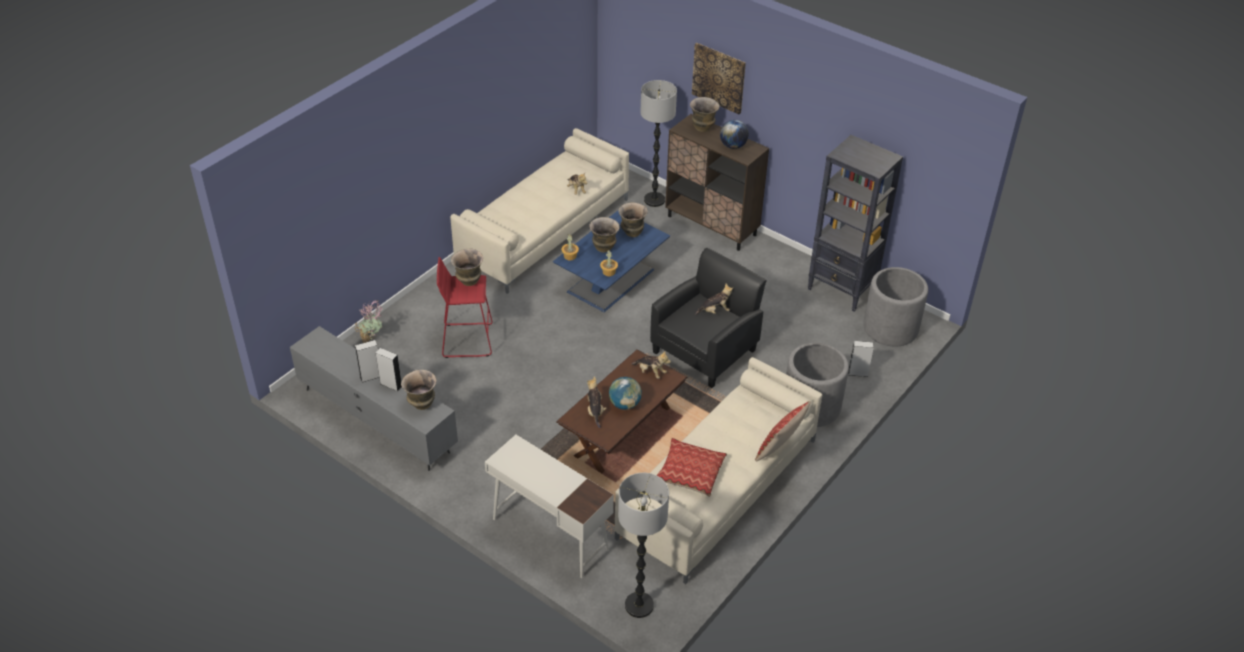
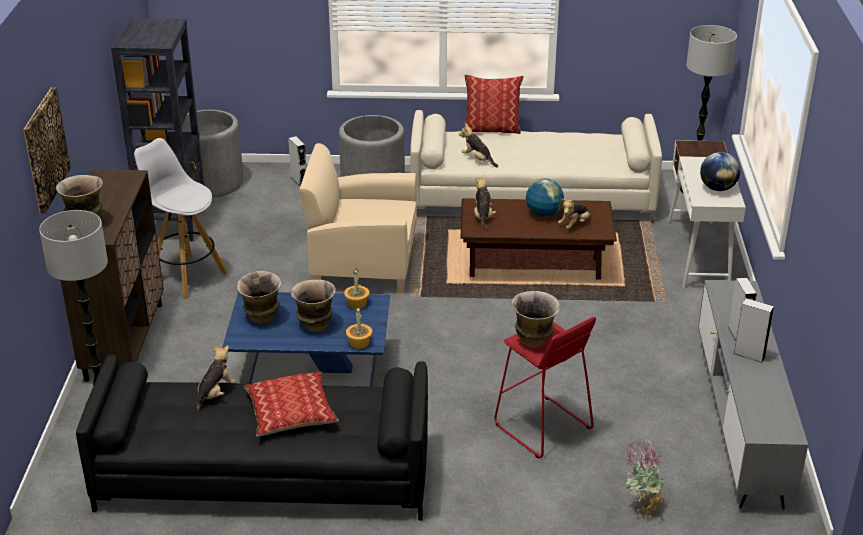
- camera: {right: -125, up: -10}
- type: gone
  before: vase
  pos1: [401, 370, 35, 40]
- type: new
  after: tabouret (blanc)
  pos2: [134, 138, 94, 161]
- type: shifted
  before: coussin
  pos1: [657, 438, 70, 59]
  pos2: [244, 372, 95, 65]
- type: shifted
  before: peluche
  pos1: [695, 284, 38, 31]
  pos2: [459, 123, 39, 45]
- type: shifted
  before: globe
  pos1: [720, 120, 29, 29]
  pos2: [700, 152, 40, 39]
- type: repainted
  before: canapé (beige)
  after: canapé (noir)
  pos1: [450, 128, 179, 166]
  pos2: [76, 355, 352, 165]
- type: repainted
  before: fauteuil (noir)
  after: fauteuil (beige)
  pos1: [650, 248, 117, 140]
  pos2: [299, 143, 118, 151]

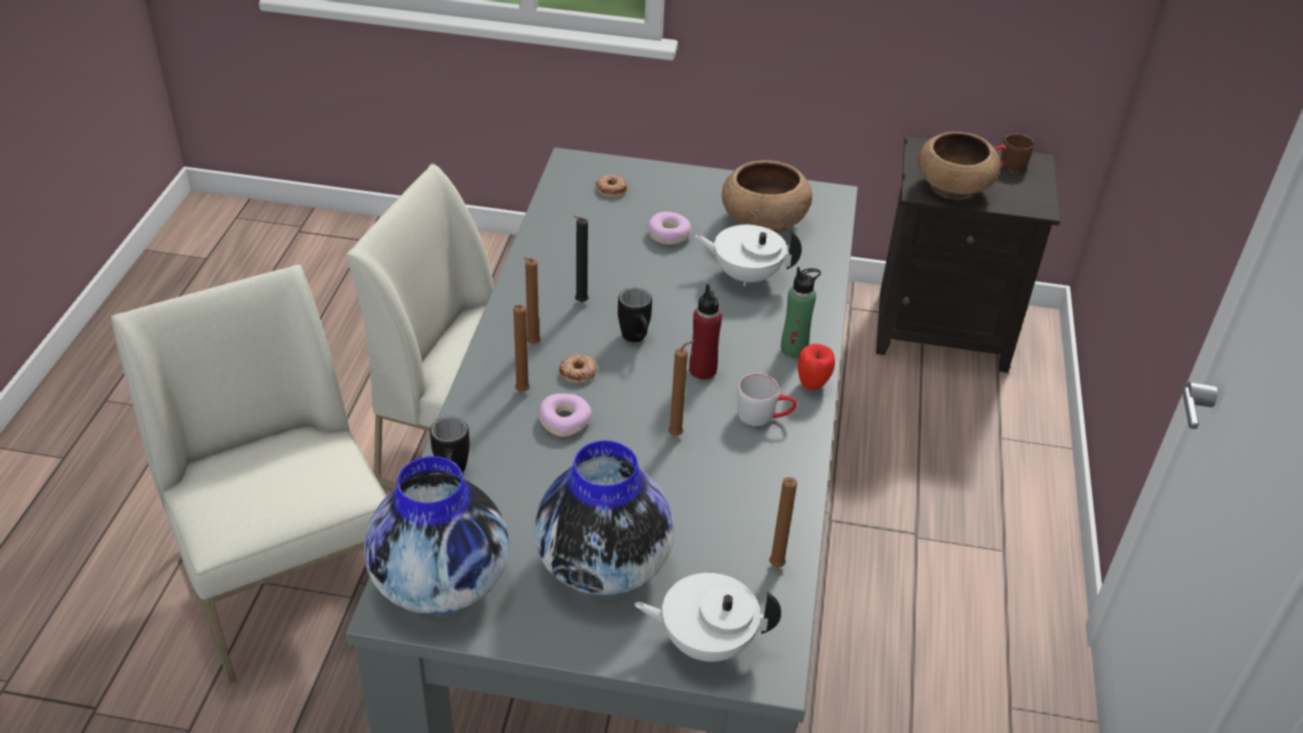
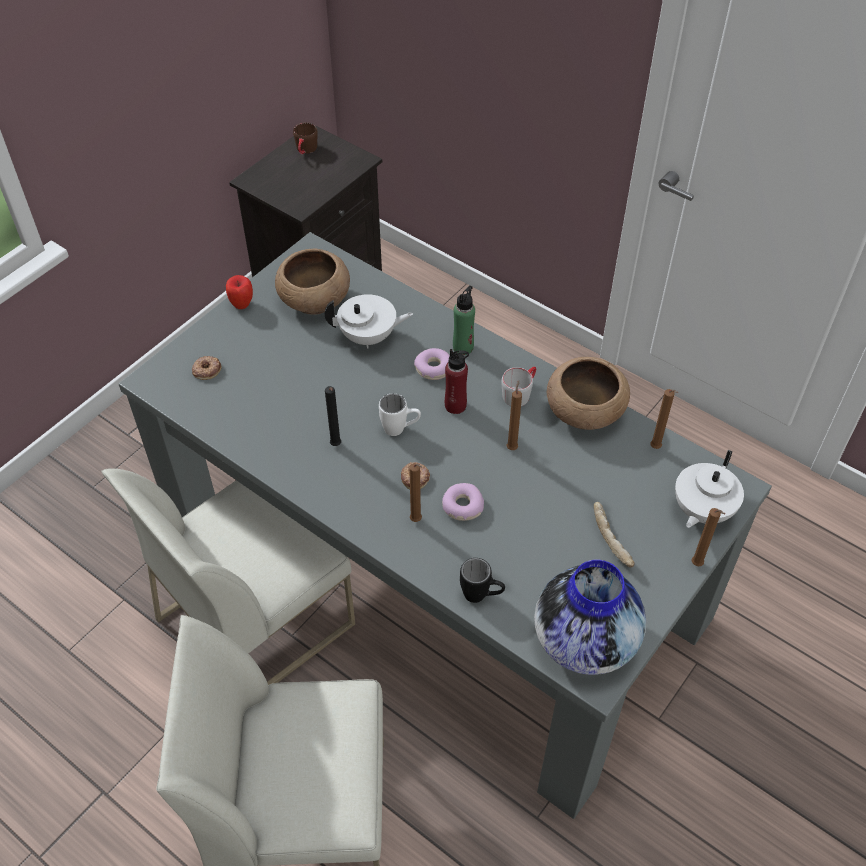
- camera: {right: -60, up: 10}
- type: shifted
  before: bougie (marron)
  pos1: [524, 258, 16, 86]
  pos2: [691, 508, 34, 58]
- type: shifted
  before: beignet
  pos1: [647, 212, 44, 33]
  pos2: [414, 348, 36, 32]
- type: shifted
  before: pomme
  pos1: [798, 344, 37, 46]
  pos2: [226, 275, 27, 34]
- type: shifted
  before: bol (marron)
  pos1: [918, 132, 83, 68]
  pos2: [547, 357, 83, 73]
- type: swapped
  before: vase
  after: pain
  pos1: [534, 440, 140, 155]
  pos2: [594, 502, 41, 66]
- type: repainted
  before: mug (noir)
  after: mug (blanc)
  pos1: [618, 288, 34, 54]
  pos2: [379, 393, 42, 43]
- type: rotated
  before: théière (blanc)
  pos1: [695, 225, 107, 61]
  pos2: [325, 294, 88, 54]
  turn: -135

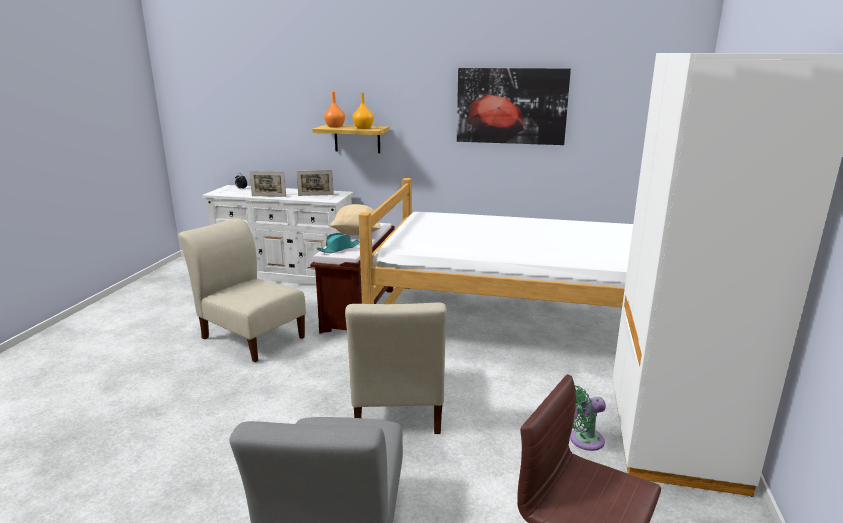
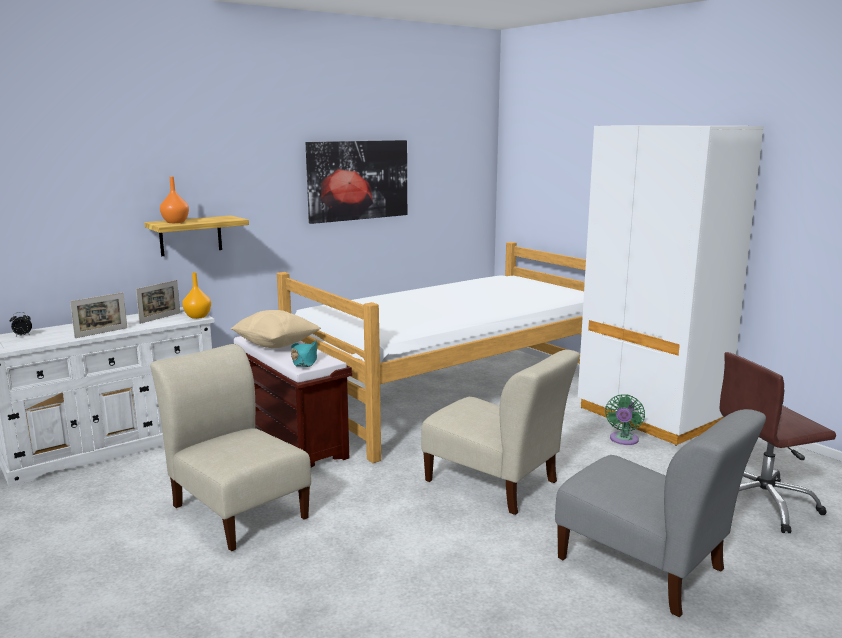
- camera: {right: -50, up: -5}
- type: shifted
  before: vase (orange)
  pos1: [353, 93, 21, 36]
  pos2: [182, 272, 29, 47]
- type: rotated
  before: chaise (beige)
  pos1: [178, 218, 128, 144]
  pos2: [150, 344, 161, 207]
  turn: 60

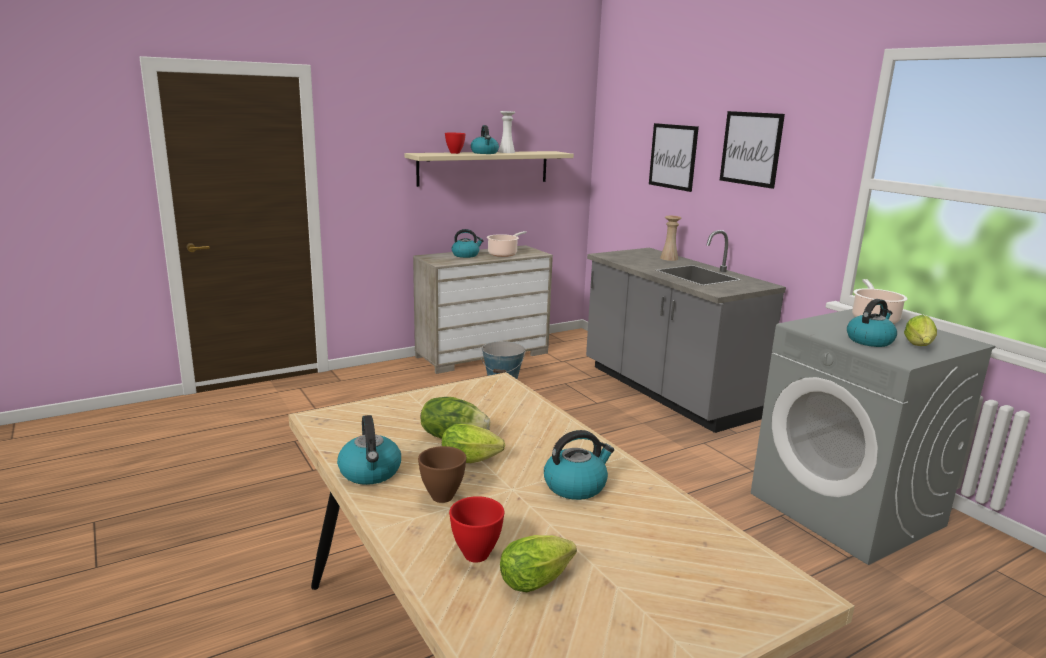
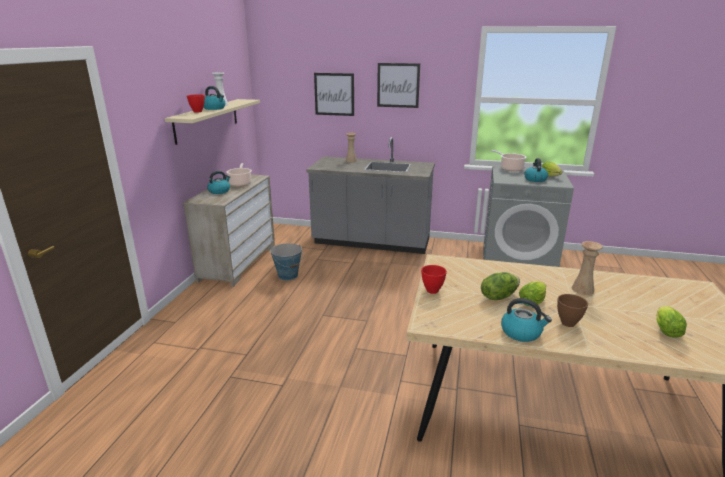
- camera: {right: -45, up: 5}
- type: shifted
  before: bol (rouge)
  pos1: [449, 496, 56, 67]
  pos2: [421, 265, 26, 29]
- type: swapped
  before: bouilloire
  after: vase (beige)
  pos1: [544, 430, 70, 70]
  pos2: [572, 241, 31, 54]

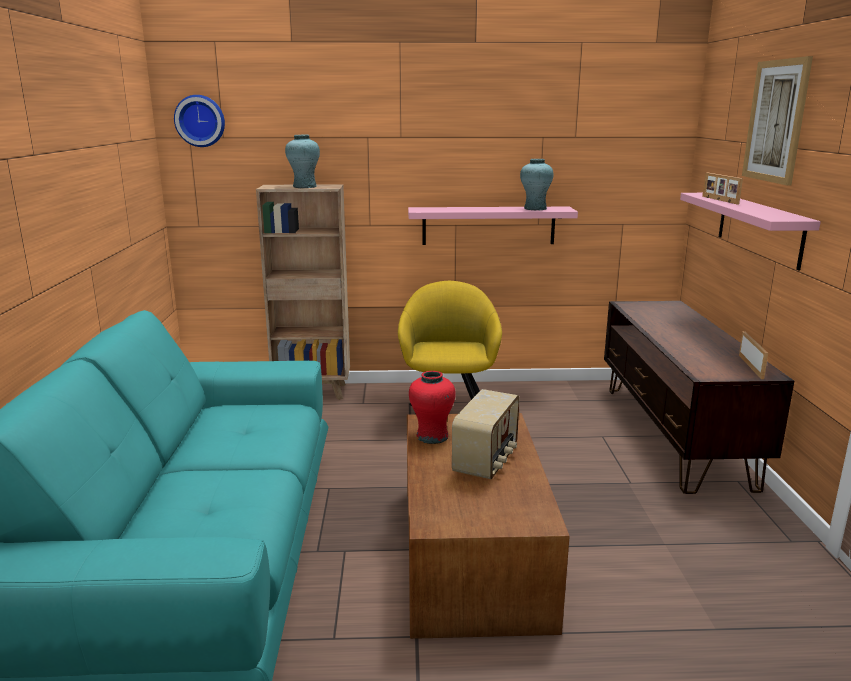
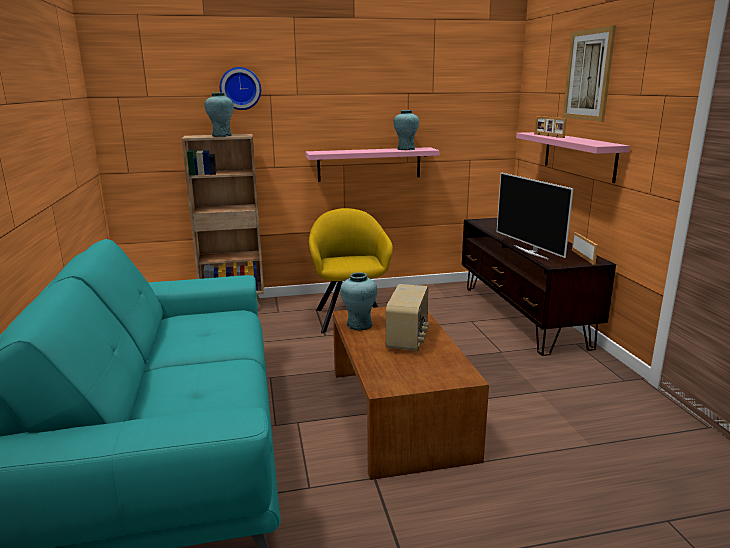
- camera: {right: -10, up: 0}
- type: new
  after: téléviseur
  pos2: [497, 172, 77, 88]
- type: shifted
  before: horloge murale
  pos1: [174, 95, 51, 52]
  pos2: [220, 67, 41, 43]
- type: repainted
  before: vase (rouge)
  after: vase (turquoise)
  pos1: [409, 371, 47, 73]
  pos2: [340, 273, 37, 58]

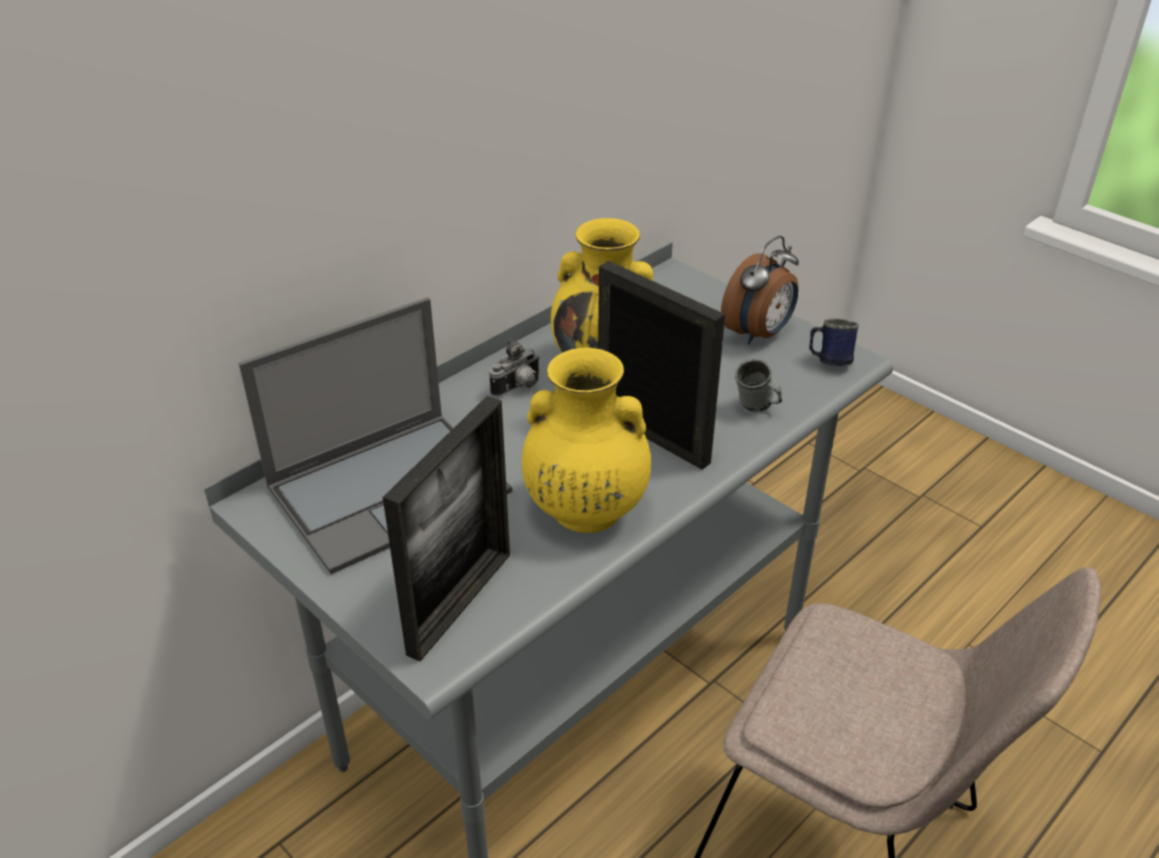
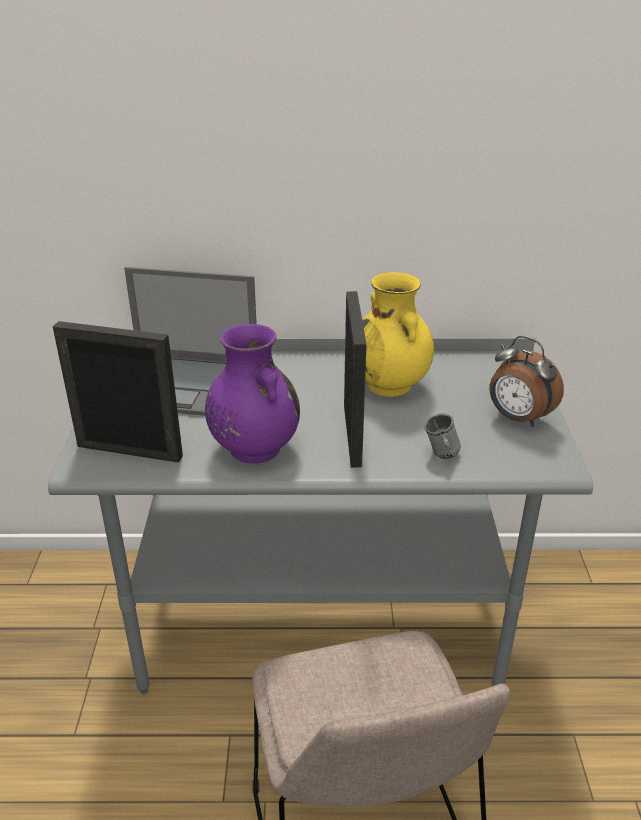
- camera: {right: 45, up: -5}
- type: gone
  before: appareil photo
  pos1: [489, 339, 51, 58]
- type: gone
  before: mug (bleu)
  pos1: [809, 319, 50, 47]
- type: repainted
  before: vase (jaune)
  after: vase (violet)
  pos1: [521, 347, 130, 186]
  pos2: [205, 324, 95, 139]
- type: rotated
  before: cadre photo
  pos1: [383, 396, 127, 266]
  pos2: [53, 321, 130, 142]
  turn: -150
- type: rotated
  before: réveil
  pos1: [721, 236, 78, 108]
  pos2: [490, 336, 74, 91]
  turn: 45

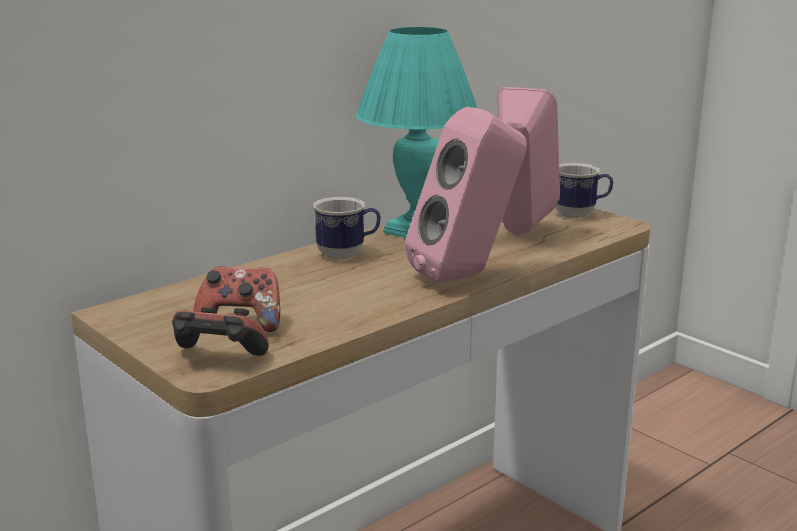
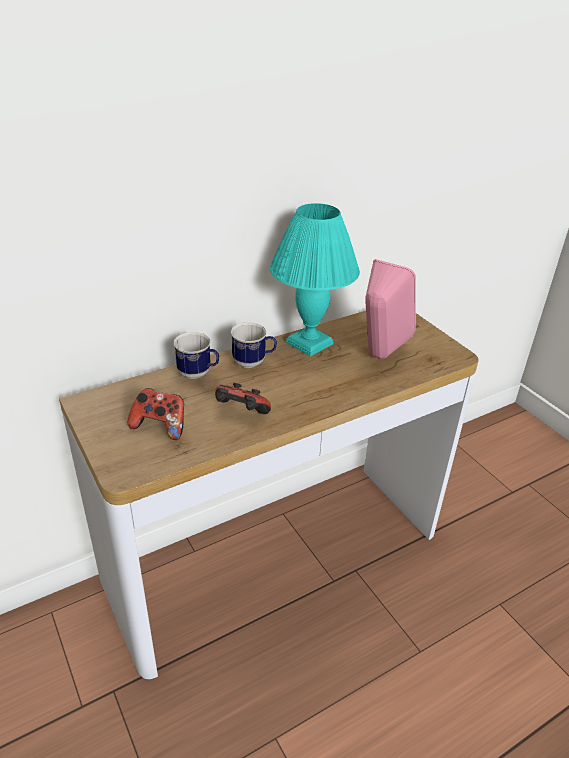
- camera: {right: 10, up: 15}
- type: gone
  before: enceinte (rose)
  pos1: [405, 107, 122, 176]
- type: shifted
  before: manette
  pos1: [172, 307, 97, 49]
  pos2: [215, 383, 56, 31]
- type: shifted
  before: mug
  pos1: [555, 163, 58, 55]
  pos2: [173, 332, 46, 47]

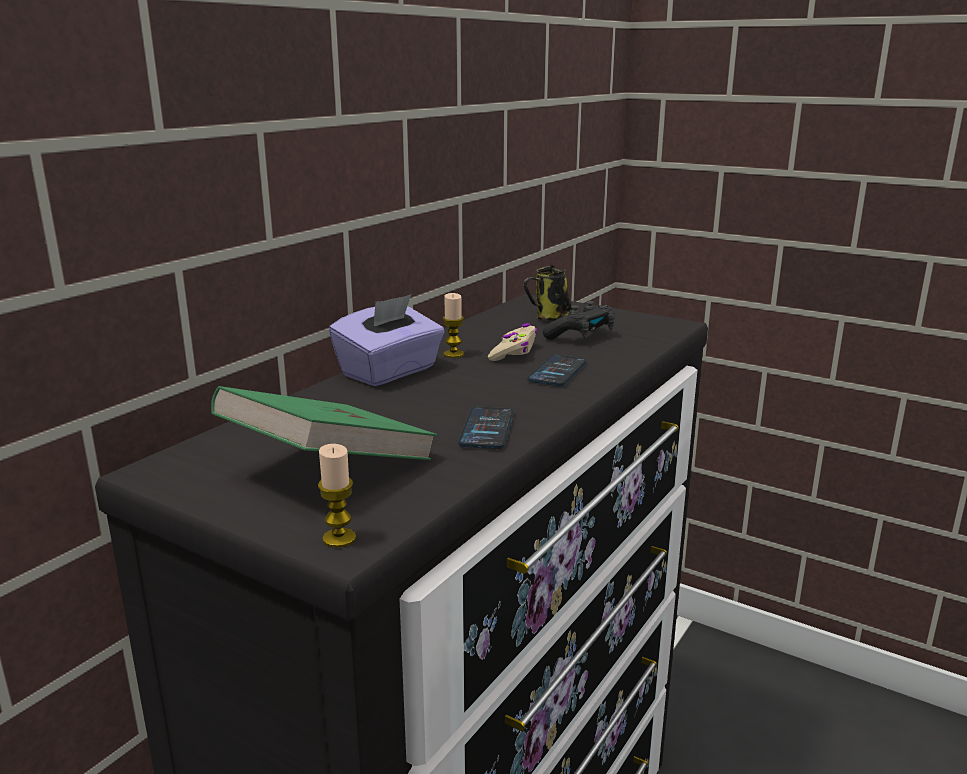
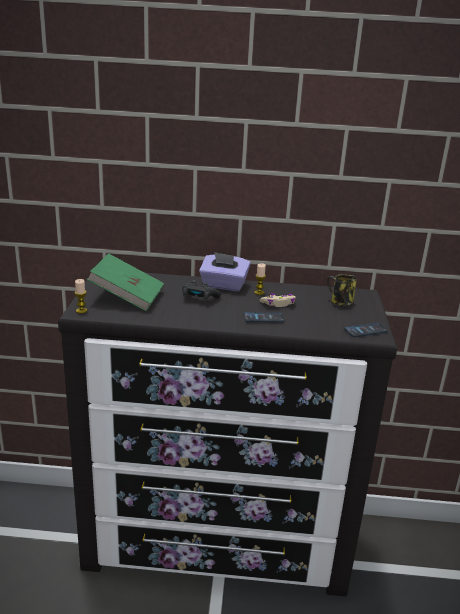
- camera: {right: 60, up: 5}
- type: shifted
  before: téléphone
  pos1: [458, 407, 56, 42]
  pos2: [344, 322, 44, 15]
- type: shifted
  before: manette (noir)
  pos1: [543, 301, 72, 39]
  pos2: [182, 280, 39, 22]

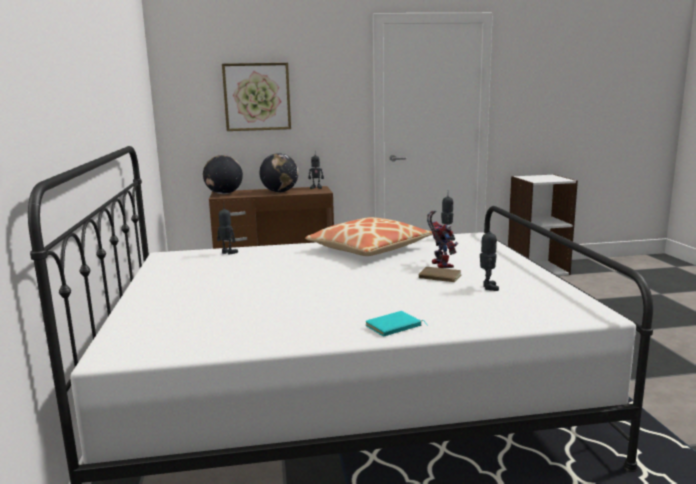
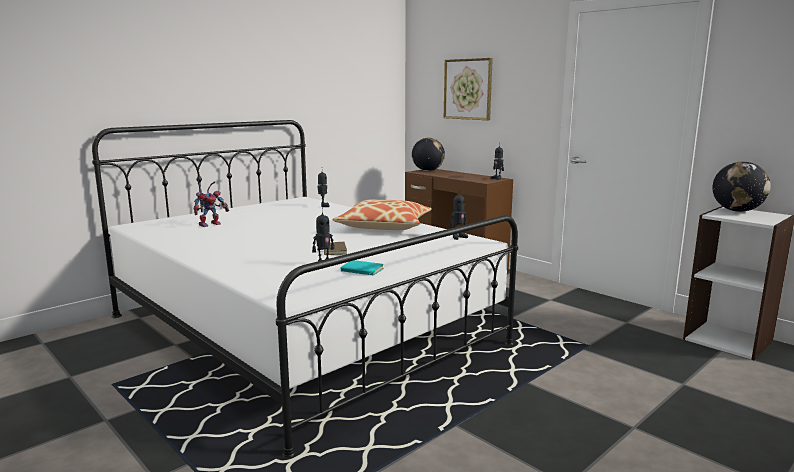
- camera: {right: 55, up: 0}
- type: shifted
  before: globe
  pos1: [259, 153, 39, 39]
  pos2: [712, 162, 59, 50]
- type: shifted
  before: livre (turquoise)
  pos1: [365, 311, 63, 26]
  pos2: [340, 260, 44, 16]
- type: shifted
  before: robot jouet
  pos1: [427, 210, 31, 58]
  pos2: [194, 180, 35, 47]

